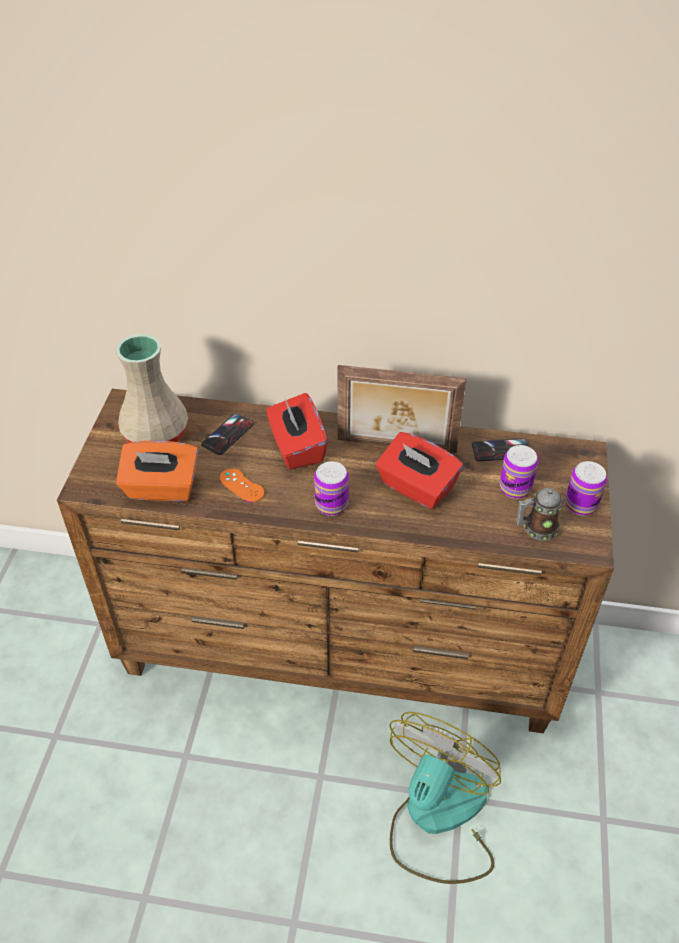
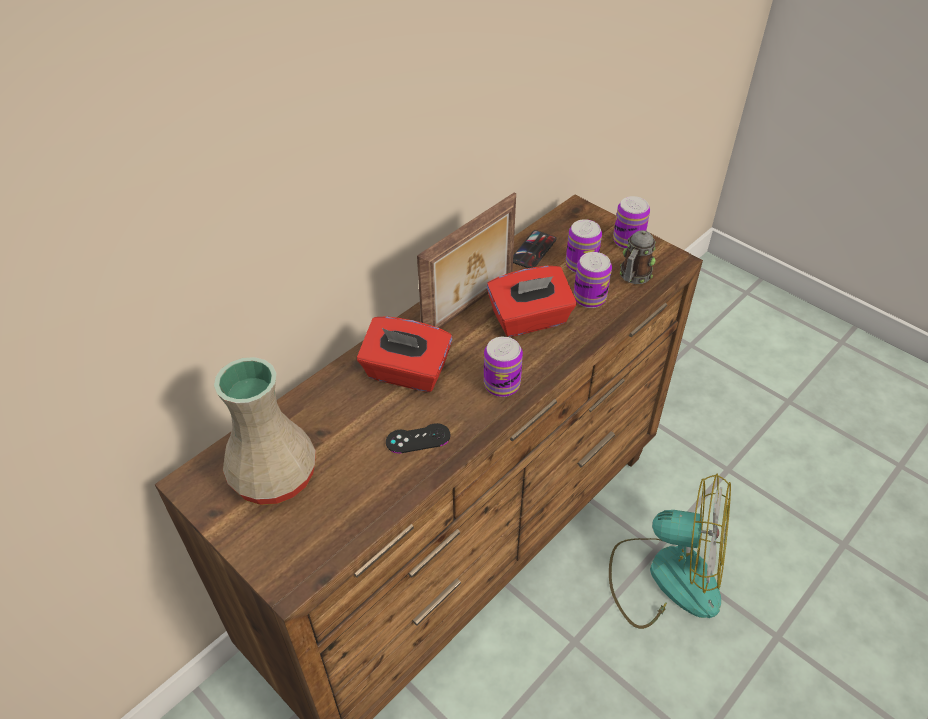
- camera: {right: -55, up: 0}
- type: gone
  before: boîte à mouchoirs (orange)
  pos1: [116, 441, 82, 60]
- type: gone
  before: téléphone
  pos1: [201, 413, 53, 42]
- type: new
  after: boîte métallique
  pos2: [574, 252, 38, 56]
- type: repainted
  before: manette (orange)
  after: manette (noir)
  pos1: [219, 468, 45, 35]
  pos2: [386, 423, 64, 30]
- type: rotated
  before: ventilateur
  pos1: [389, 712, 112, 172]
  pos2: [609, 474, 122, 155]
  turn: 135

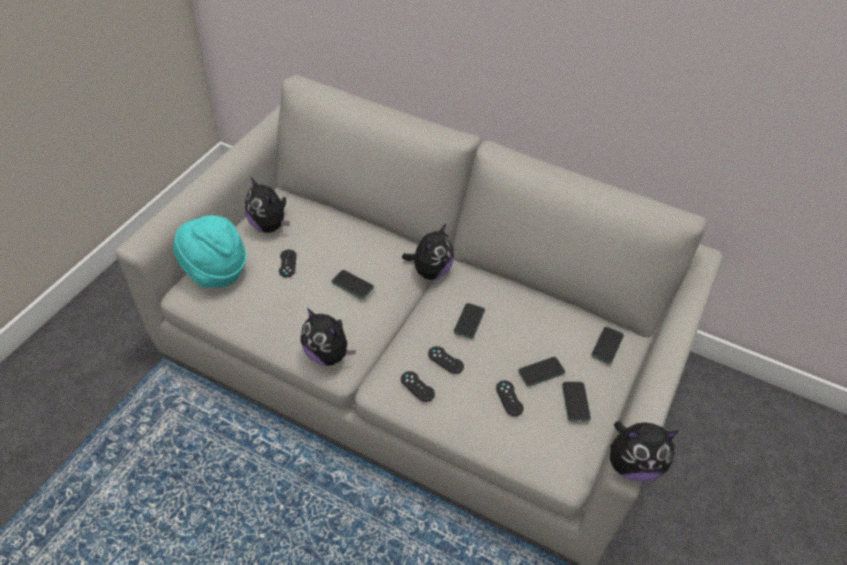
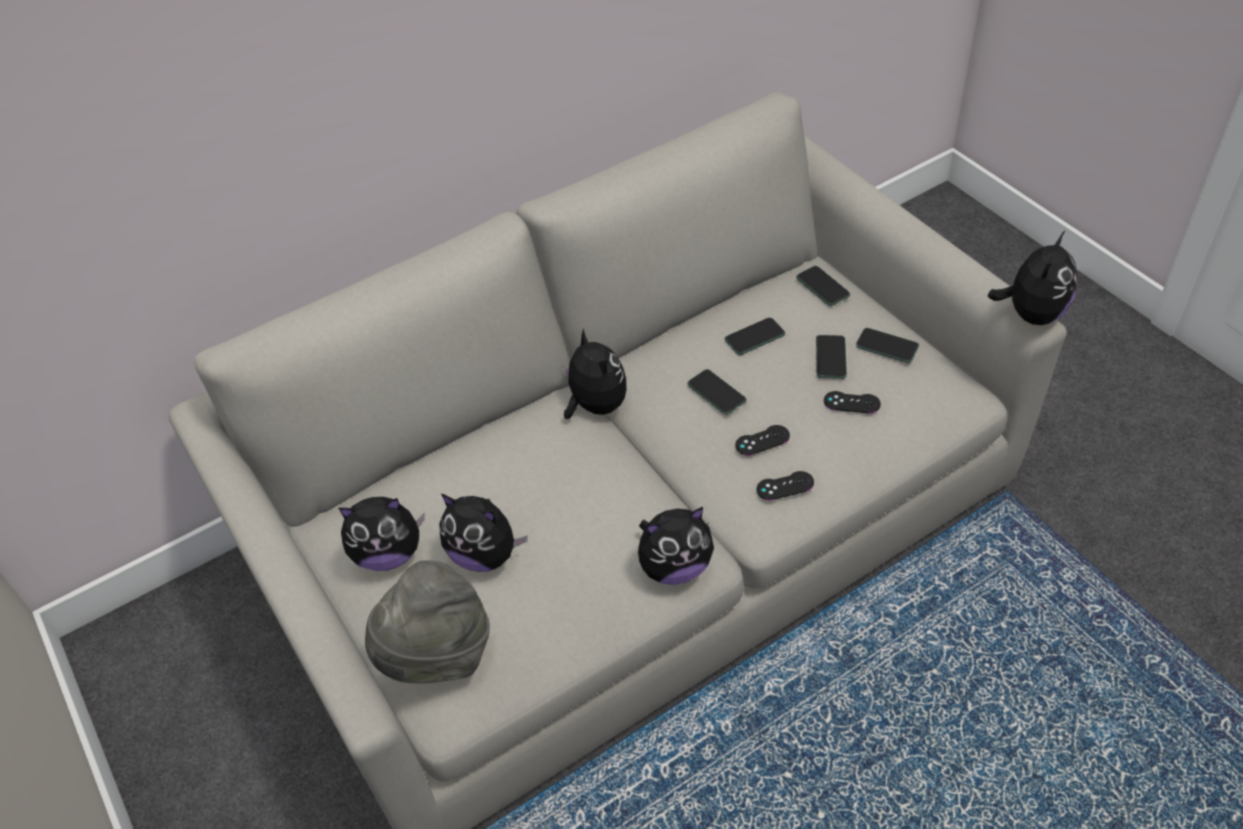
- camera: {right: -55, up: 0}
- type: shifted
  before: téléphone
  pos1: [331, 270, 43, 29]
  pos2: [725, 318, 60, 37]
- type: swapped
  before: manette (noir)
  after: peluche
  pos1: [279, 250, 17, 28]
  pos2: [439, 494, 89, 78]
- type: repainted
  before: chapeau (turquoise)
  after: chapeau (gris)
  pos1: [173, 215, 74, 73]
  pos2: [365, 560, 125, 124]

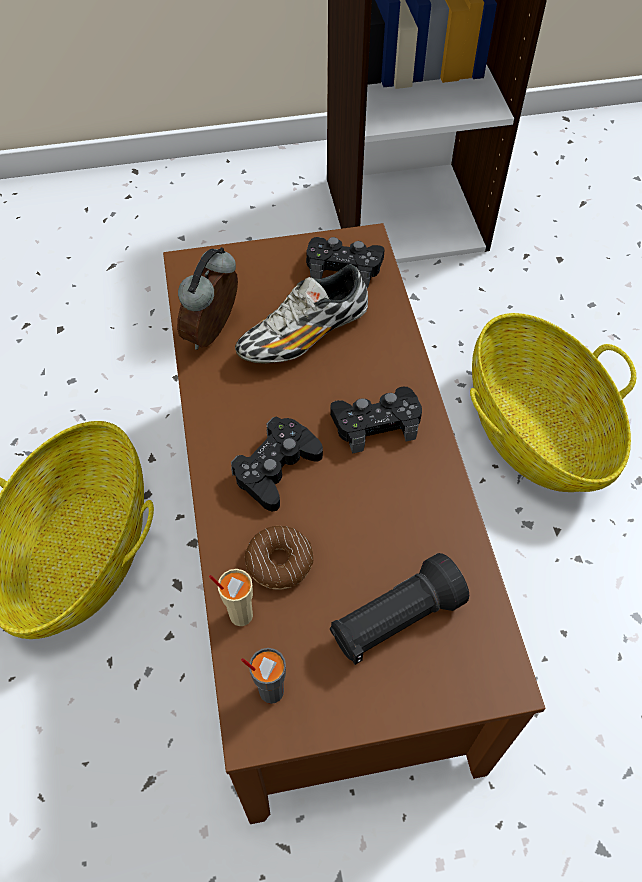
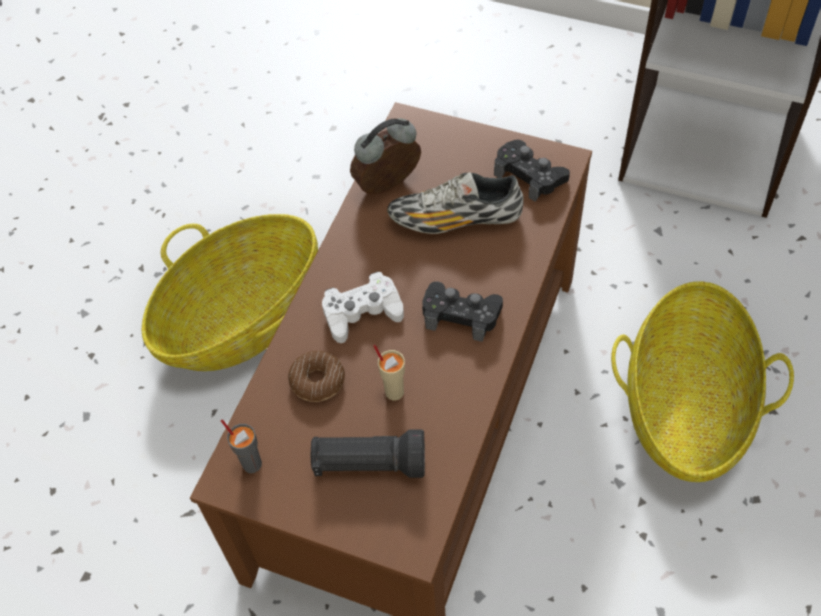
- camera: {right: 35, up: 0}
- type: shifted
  before: tasse (beige)
  pos1: [209, 569, 44, 57]
  pos2: [373, 344, 32, 56]
- type: repainted
  before: manette (noir)
  after: manette (blanc)
  pos1: [231, 417, 92, 94]
  pos2: [322, 271, 82, 72]

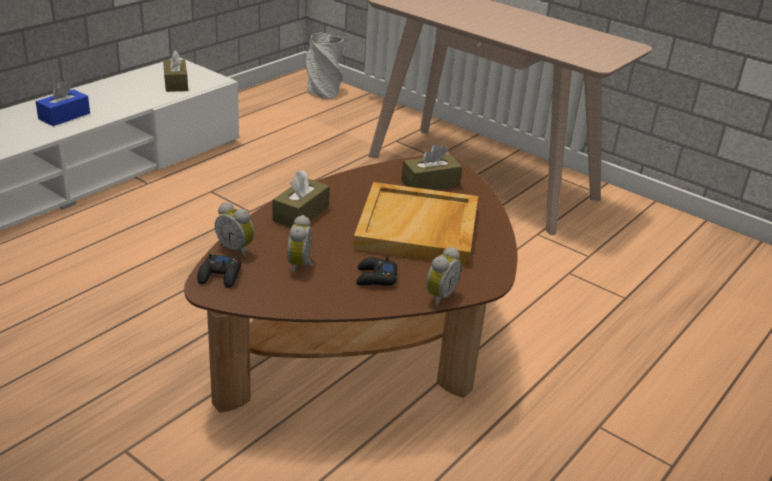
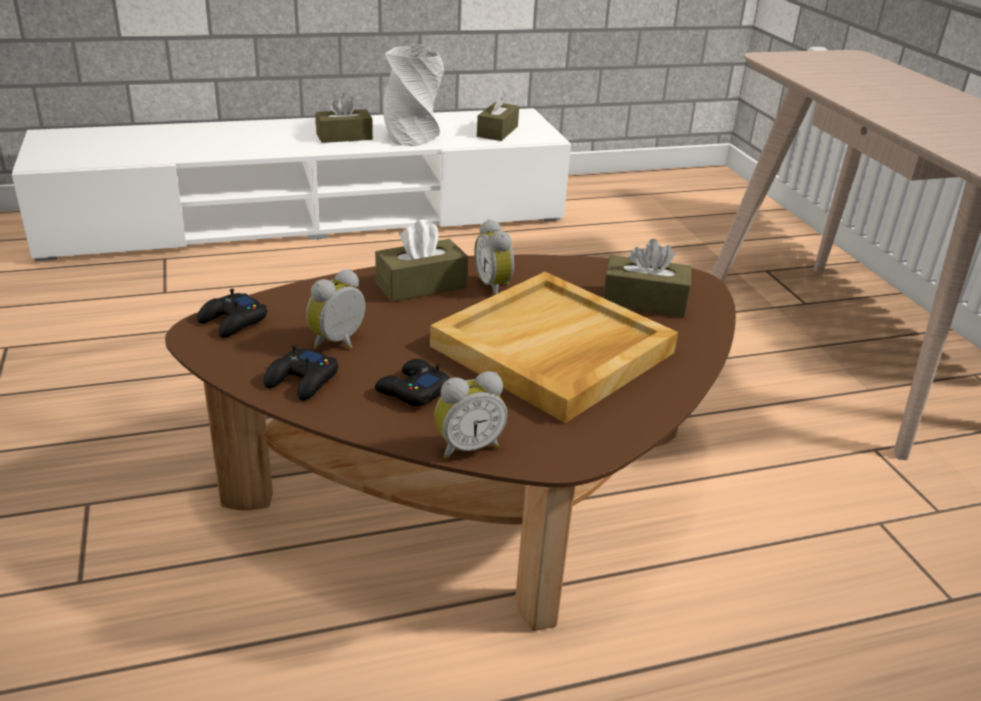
- camera: {right: 35, up: 0}
- type: new
  after: manette (noir)
  pos2: [264, 345, 74, 56]
- type: shifted
  before: réveil
  pos1: [215, 202, 39, 55]
  pos2: [475, 219, 39, 76]
- type: shifted
  before: vase (gris)
  pos1: [306, 33, 38, 66]
  pos2: [383, 45, 61, 101]
- type: repainted
  before: boîte à mouchoirs (bleu)
  after: boîte à mouchoirs (marron)
  pos1: [36, 81, 54, 45]
  pos2: [315, 93, 58, 50]

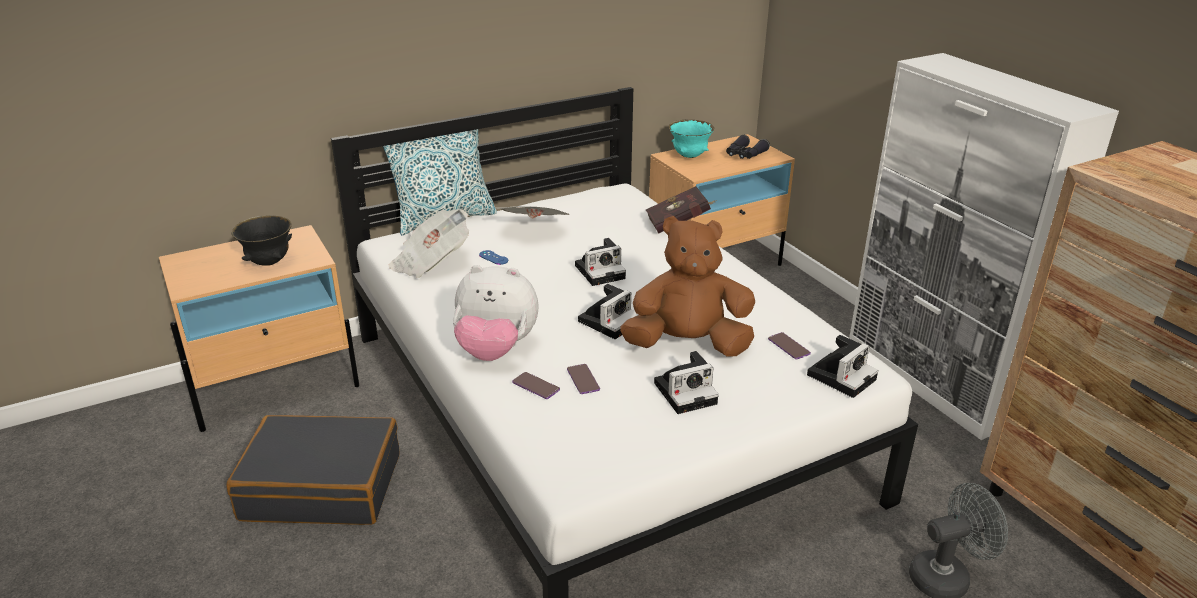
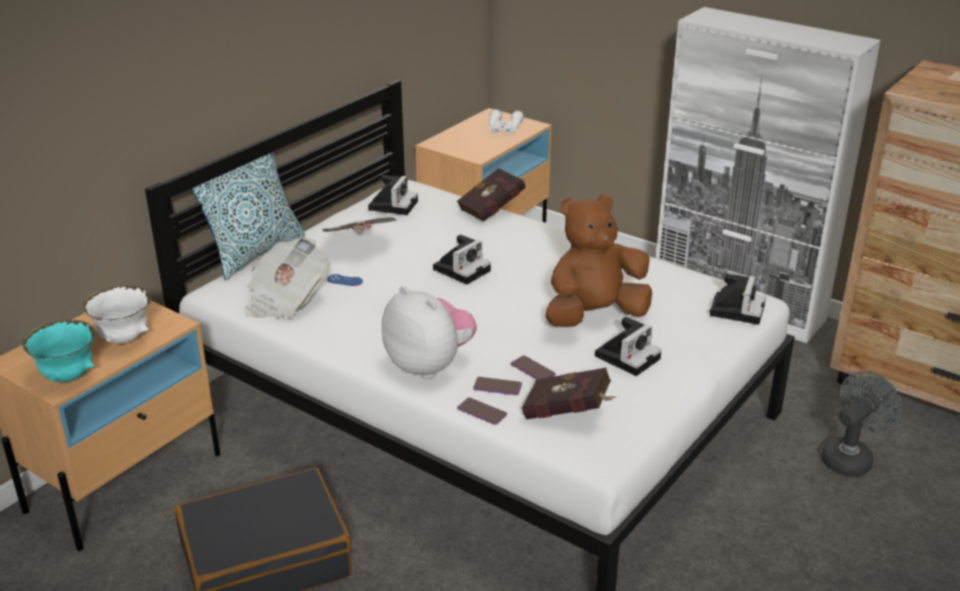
- camera: {right: -25, up: 0}
- type: new
  after: livre (rouge)
  pos2: [522, 368, 94, 51]
- type: shifted
  before: appareil photo
  pos1: [578, 284, 61, 55]
  pos2: [368, 175, 50, 40]
- type: shifted
  before: bol (turquoise)
  pos1: [669, 120, 45, 38]
  pos2: [22, 320, 74, 62]
- type: shifted
  before: téléphone
  pos1: [768, 332, 43, 28]
  pos2: [457, 398, 50, 27]
- type: repainted
  before: bol (noir)
  after: bol (blanc)
  pos1: [232, 215, 60, 51]
  pos2: [83, 285, 68, 59]
- type: repainted
  before: jumelles (noir)
  after: jumelles (blanc)
  pos1: [726, 135, 44, 24]
  pos2: [489, 109, 35, 25]
- type: rotated
  before: peluche
  pos1: [453, 265, 86, 96]
  pos2: [382, 286, 95, 93]
  turn: -120

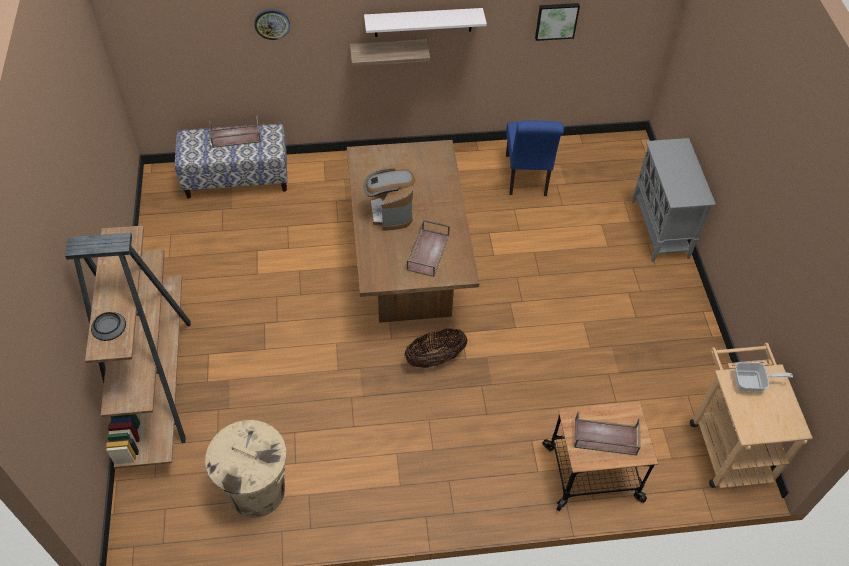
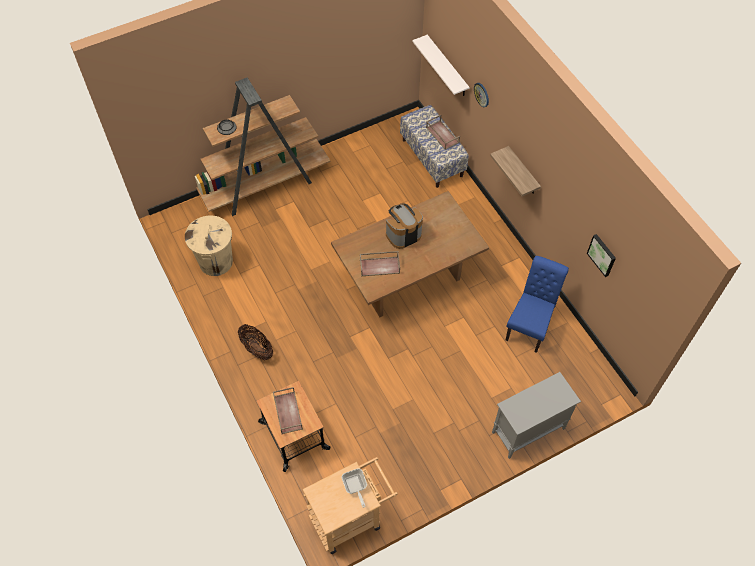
- camera: {right: 70, up: 5}
- type: shifted
  before: étagère (blanc)
  pos1: [364, 8, 123, 29]
  pos2: [412, 35, 57, 61]
- type: shifted
  before: panier
  pos1: [404, 328, 63, 40]
  pos2: [238, 324, 35, 36]
- type: rotated
  before: chaise (bleu)
  pos1: [506, 120, 58, 76]
  pos2: [506, 256, 63, 97]
  turn: 135

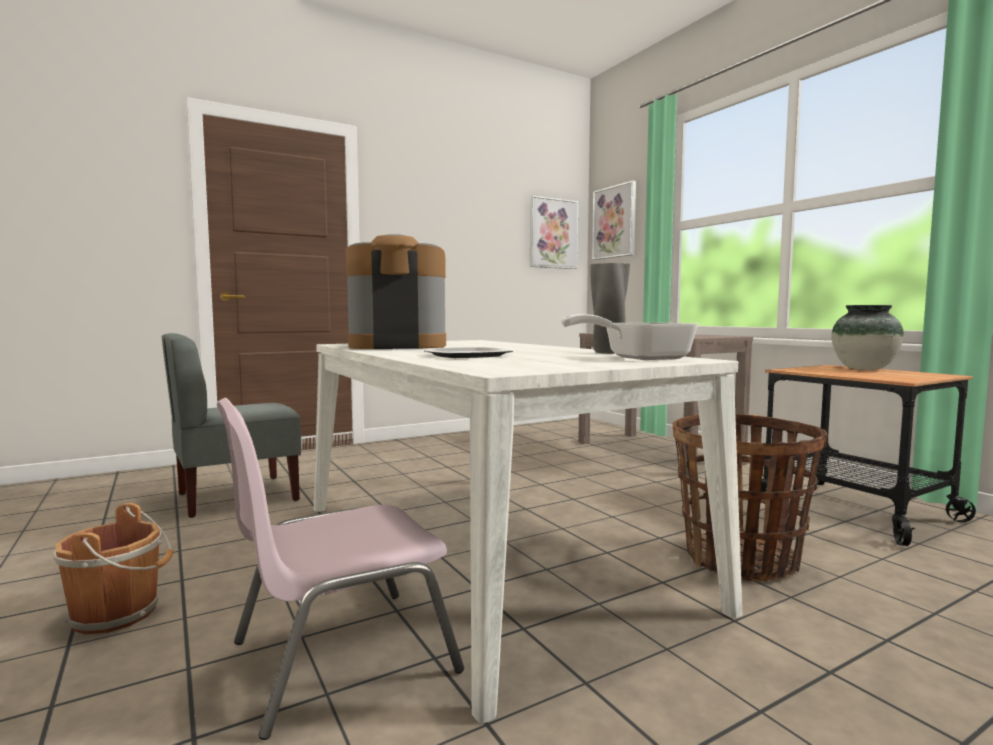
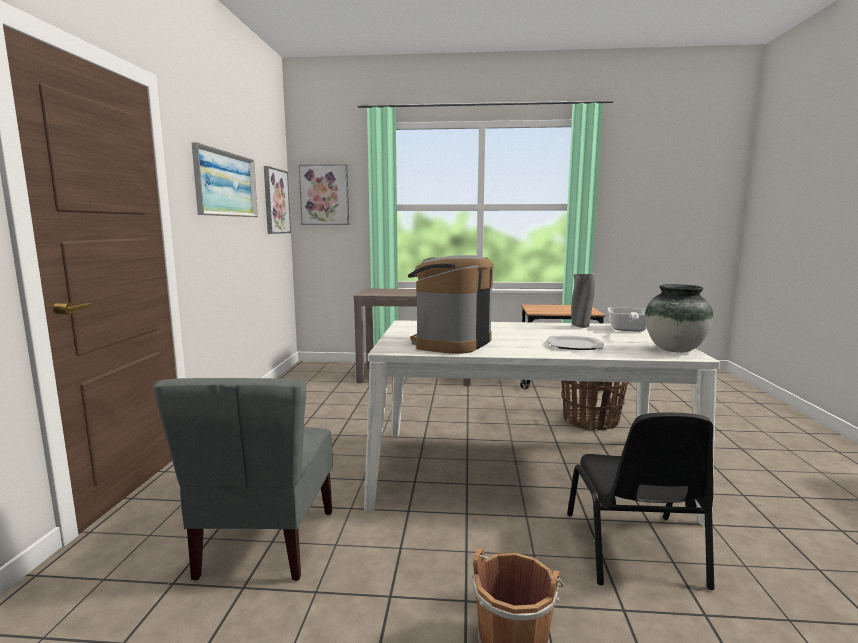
- camera: {right: -55, up: 5}
- type: new
  after: tableau
  pos2: [192, 142, 66, 75]
- type: shifted
  before: vase
  pos1: [831, 305, 73, 65]
  pos2: [645, 284, 68, 68]
- type: repainted
  before: chaise (rose)
  after: chaise (noir)
  pos1: [217, 398, 247, 342]
  pos2: [567, 413, 147, 177]

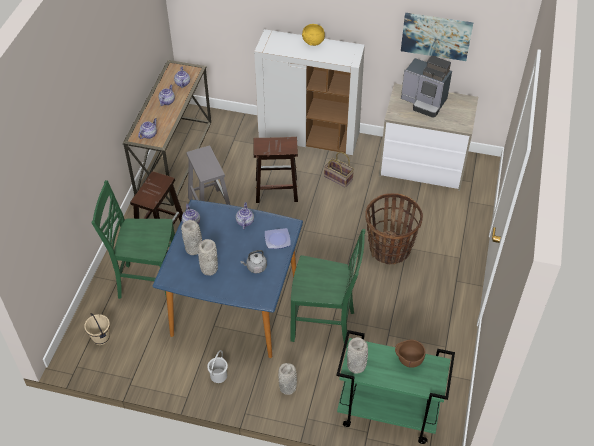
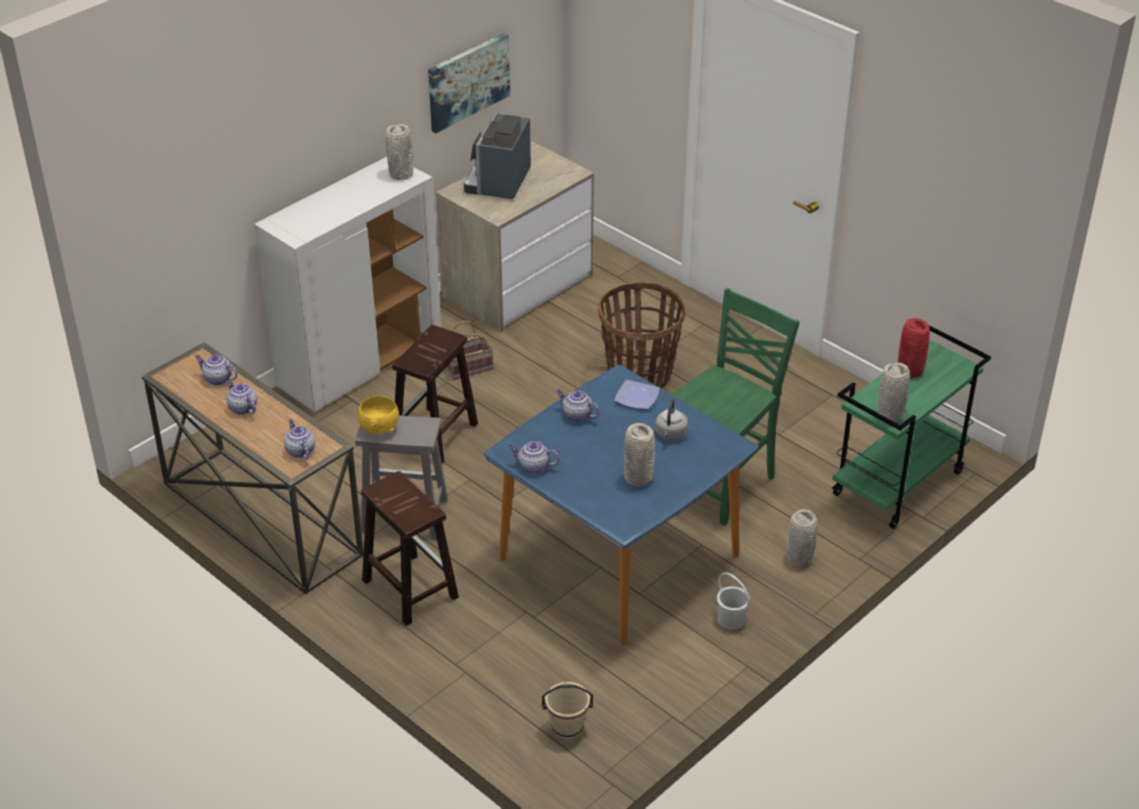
- camera: {right: -60, up: -10}
- type: gone
  before: chaise (vert)
  pos1: [92, 180, 83, 120]
- type: shifted
  before: vase (gris)
  pos1: [181, 220, 21, 35]
  pos2: [386, 124, 27, 56]
- type: shifted
  before: bol (jaune)
  pos1: [302, 24, 23, 22]
  pos2: [358, 396, 41, 38]
- type: swapped
  before: bol (marron)
  after: vase (rouge)
  pos1: [395, 340, 31, 28]
  pos2: [898, 318, 32, 60]
- type: rotated
  before: machine à café
  pos1: [401, 56, 51, 62]
  pos2: [464, 112, 67, 87]
  turn: 135

